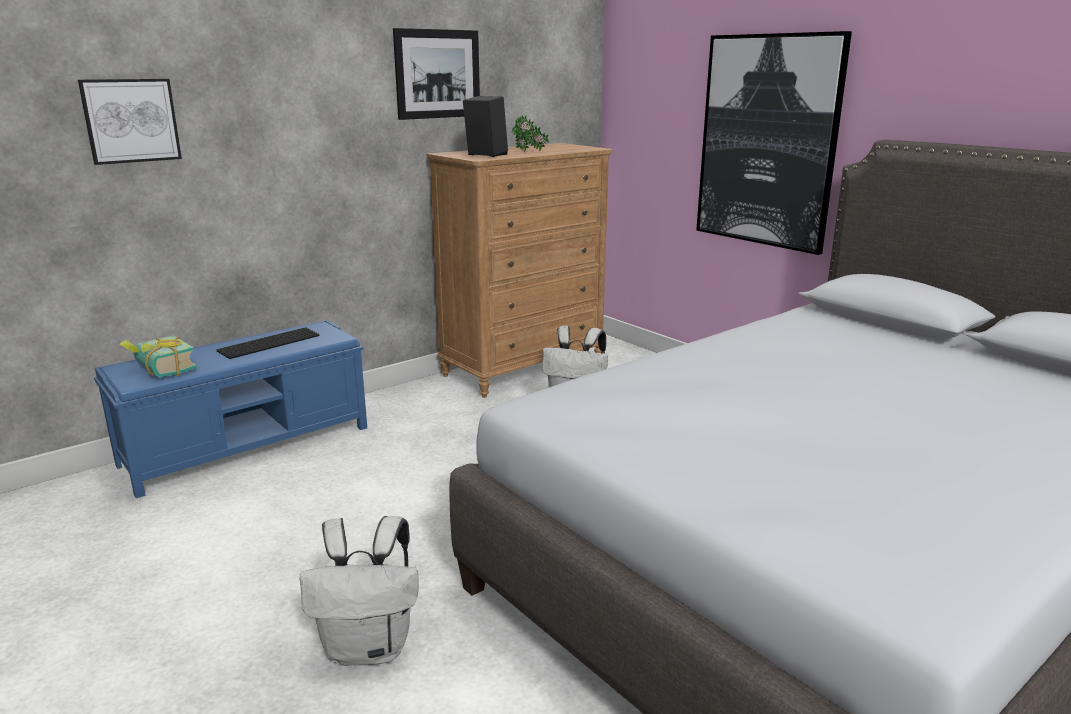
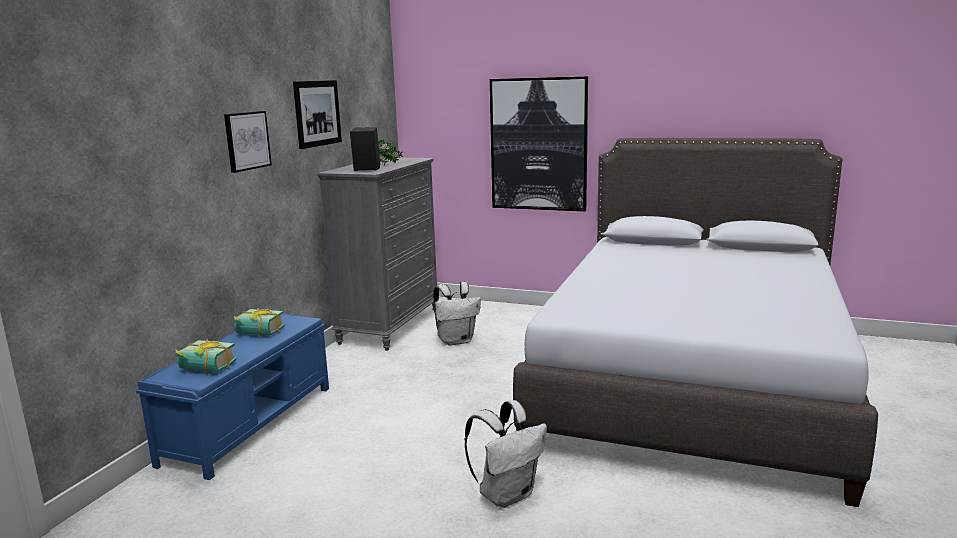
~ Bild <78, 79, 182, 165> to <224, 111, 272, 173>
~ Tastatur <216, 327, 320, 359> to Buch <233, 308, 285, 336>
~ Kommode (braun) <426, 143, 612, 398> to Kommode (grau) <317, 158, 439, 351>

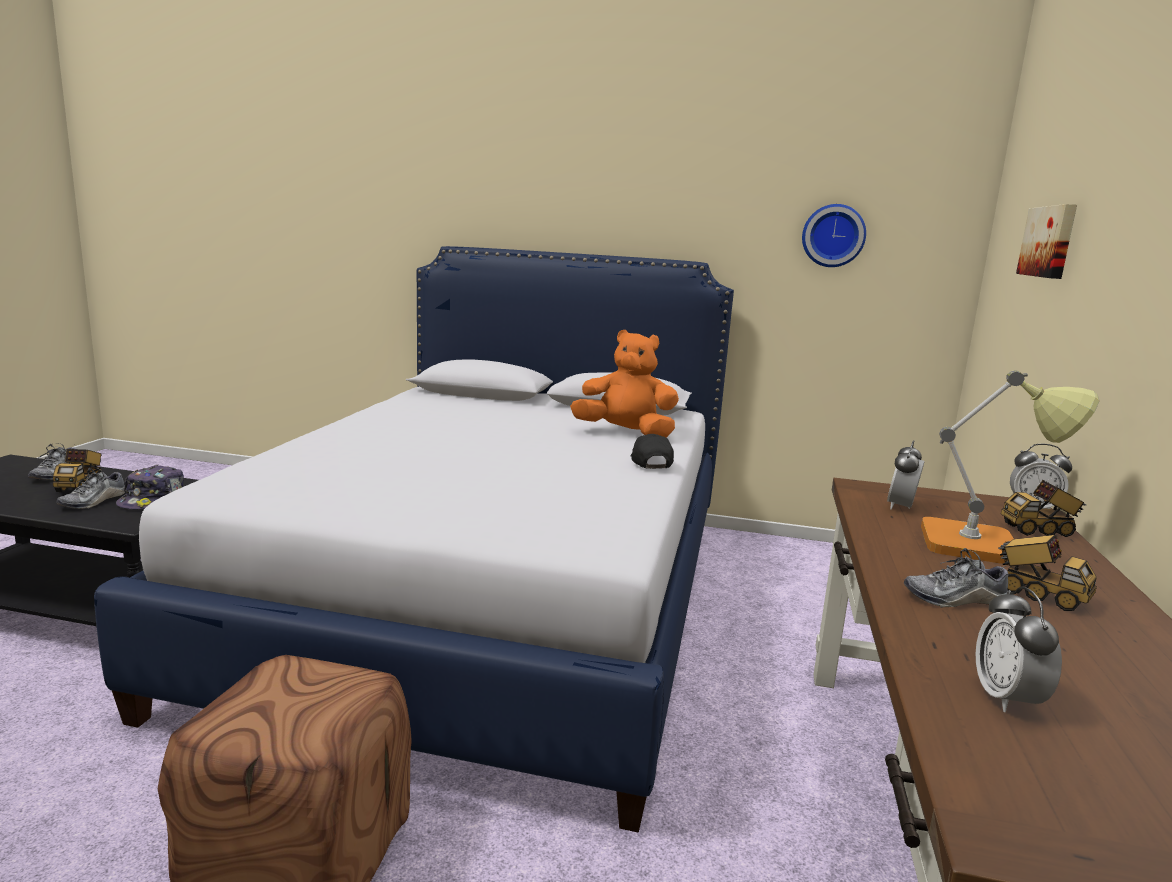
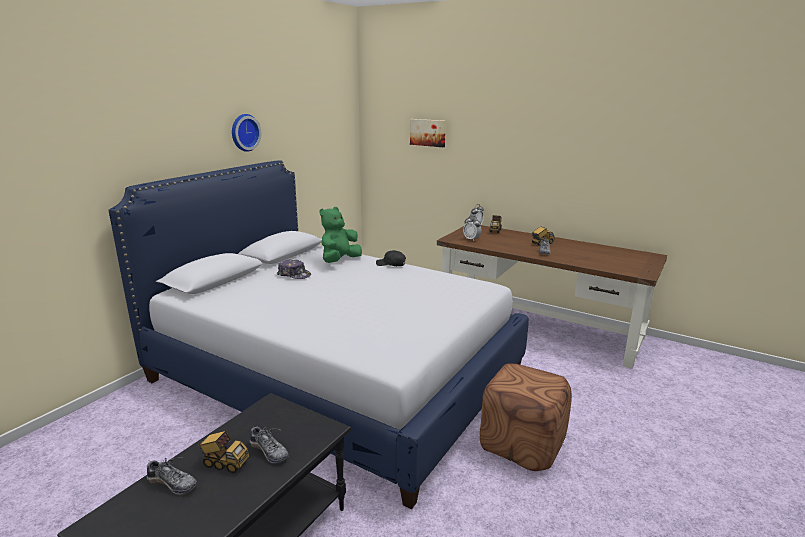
- Tischlampe <921, 370, 1100, 564>
- Wecker <976, 586, 1062, 712>
~ Kappe <116, 465, 184, 509> to <277, 259, 311, 279>
~ Wanduhr <802, 204, 866, 267> to <232, 114, 261, 152>
~ Plüschtier (orange) <570, 330, 679, 437> to Plüschtier (grün) <320, 207, 362, 263>

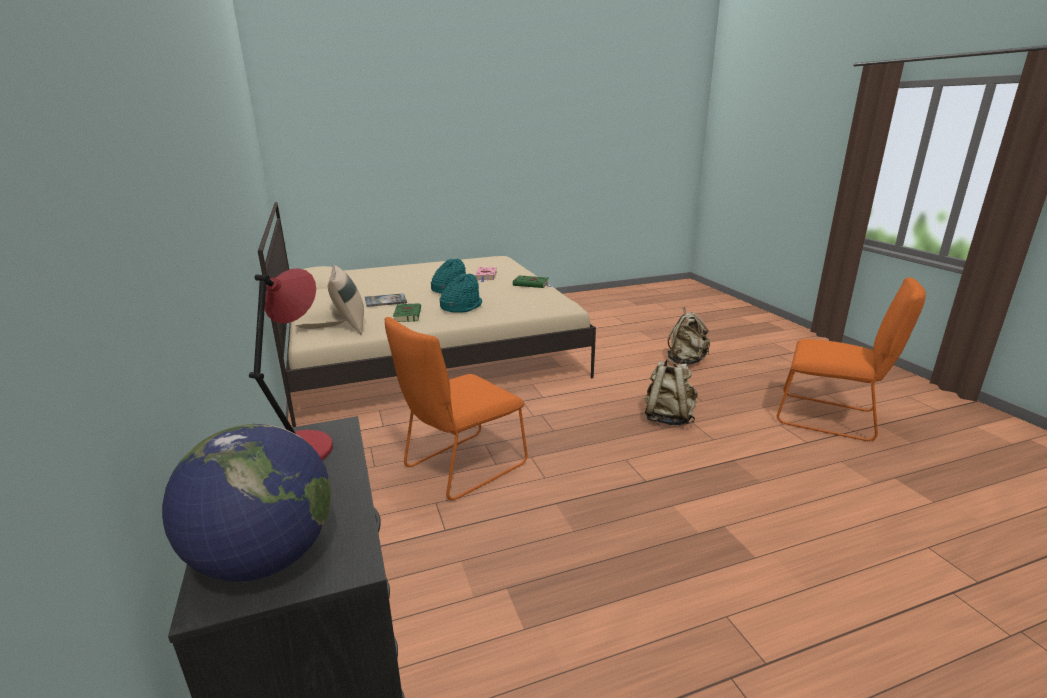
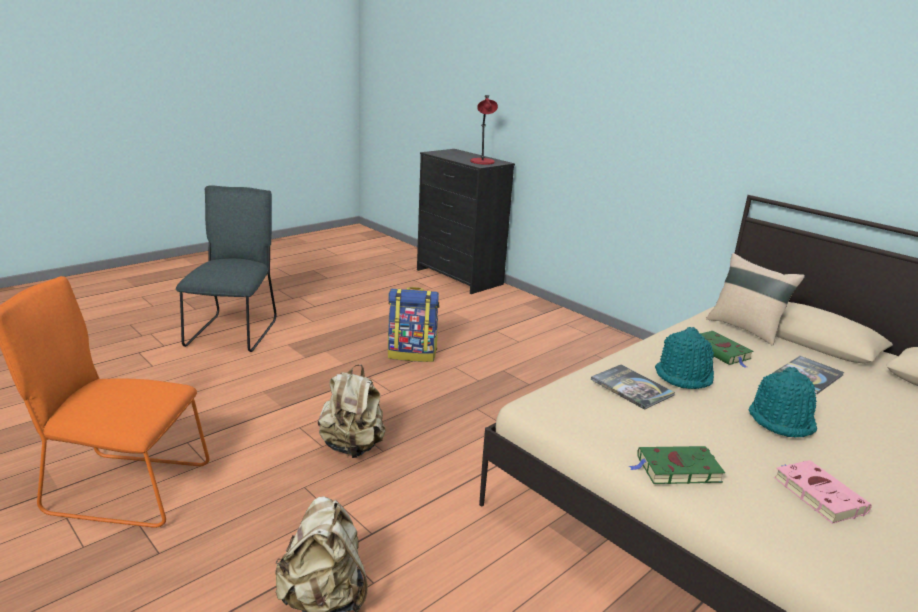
- Globus <162, 424, 331, 581>
- Stuhl (orange) <385, 317, 528, 501>
+ Stuhl (grau) <176, 185, 276, 352>
+ Rucksack <388, 287, 439, 362>
+ Buch <591, 365, 675, 410>

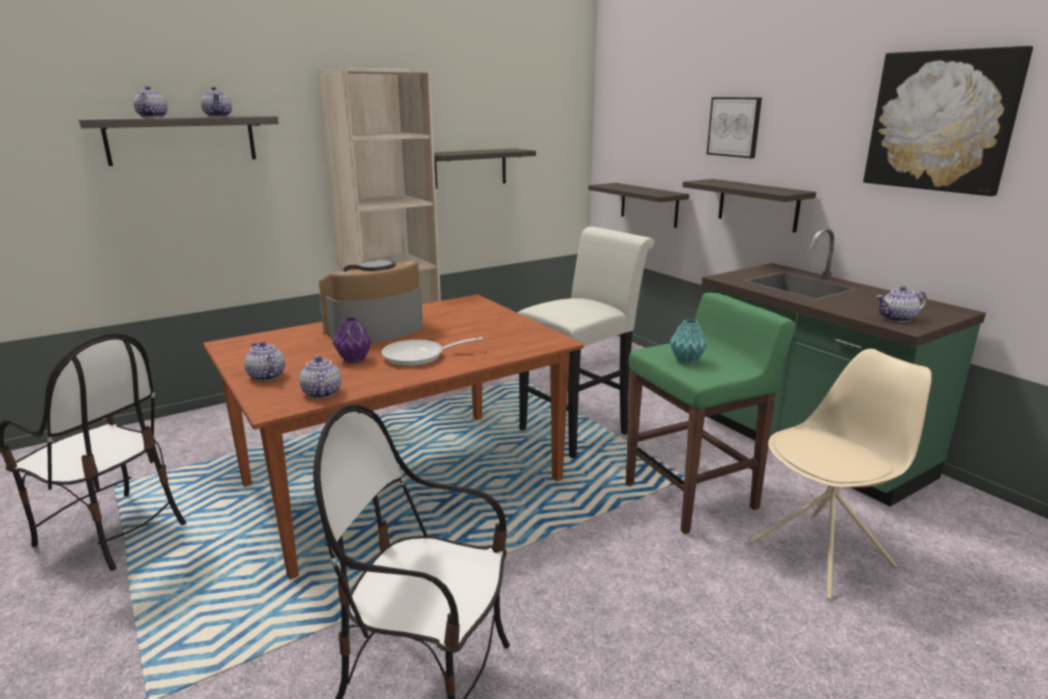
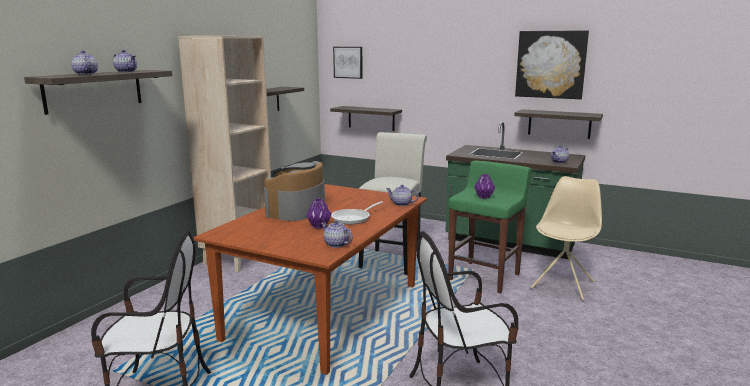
~ Teekanne <244, 342, 285, 381> to <386, 185, 419, 206>
~ Wandregal <682, 179, 816, 233> to <514, 109, 603, 139>
~ Bild <707, 97, 762, 158> to <333, 47, 363, 79>
~ Vase (türkis) <669, 319, 708, 364> to Vase (lila) <474, 174, 495, 199>

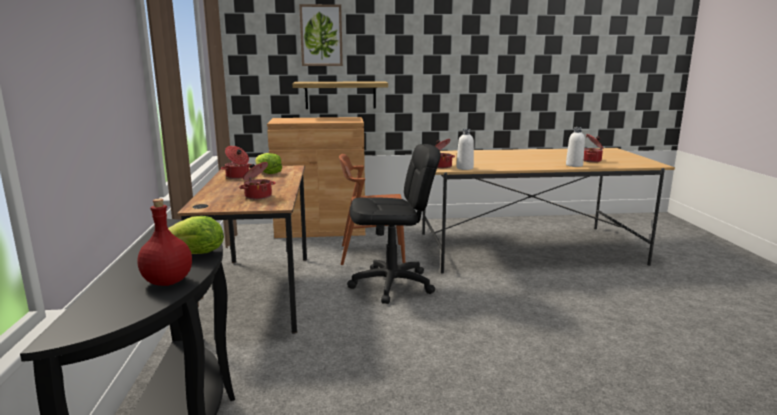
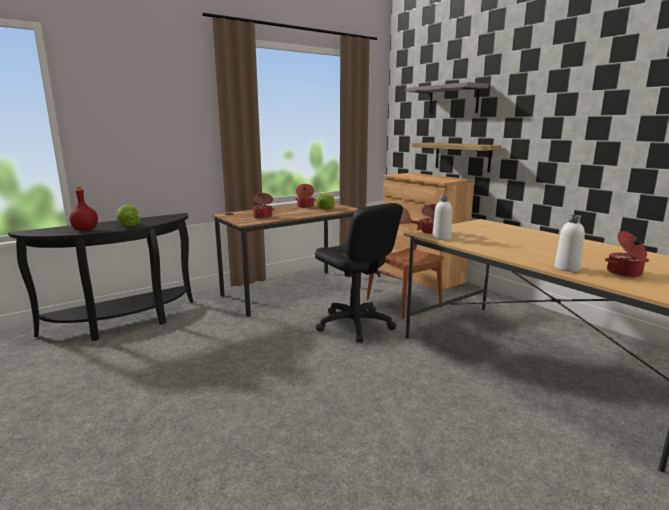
~ Bild <299, 4, 343, 66> to Wandregal (grau) <405, 82, 489, 114>

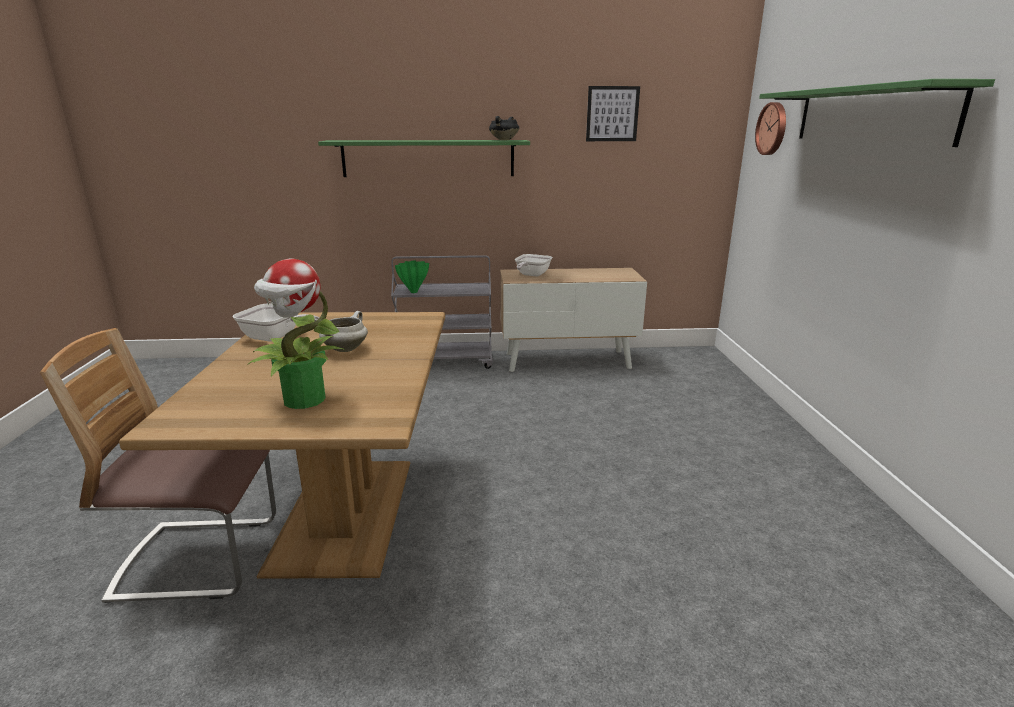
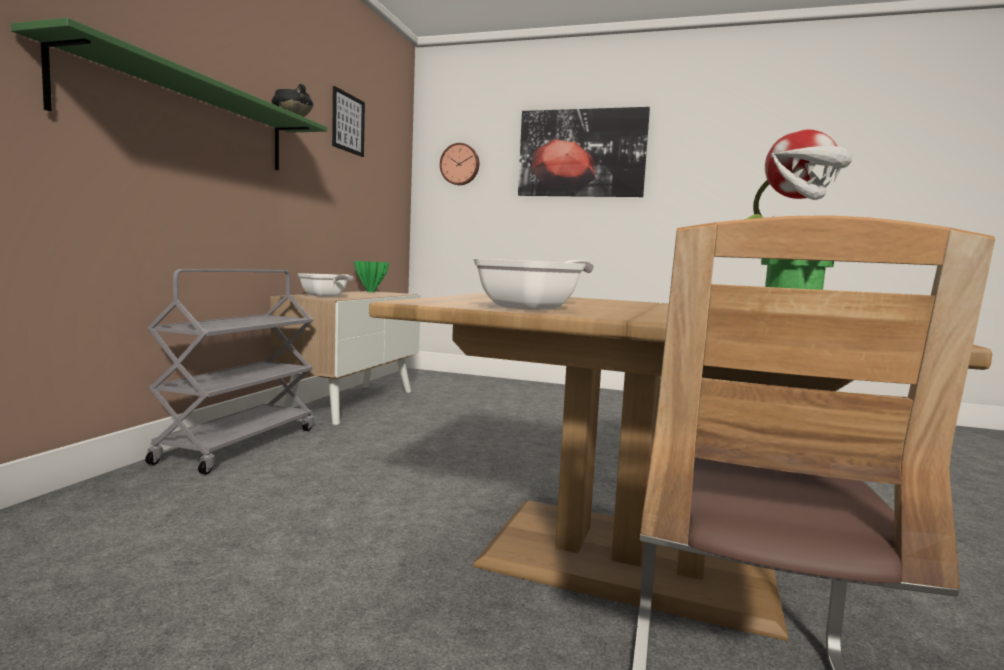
- Kochtopf (weiß) <319, 311, 368, 352>
~ Vase (grün) <395, 260, 429, 293> to <354, 261, 389, 292>
~ Wandregal (grün) <759, 79, 995, 147> to Bild <518, 107, 650, 197>

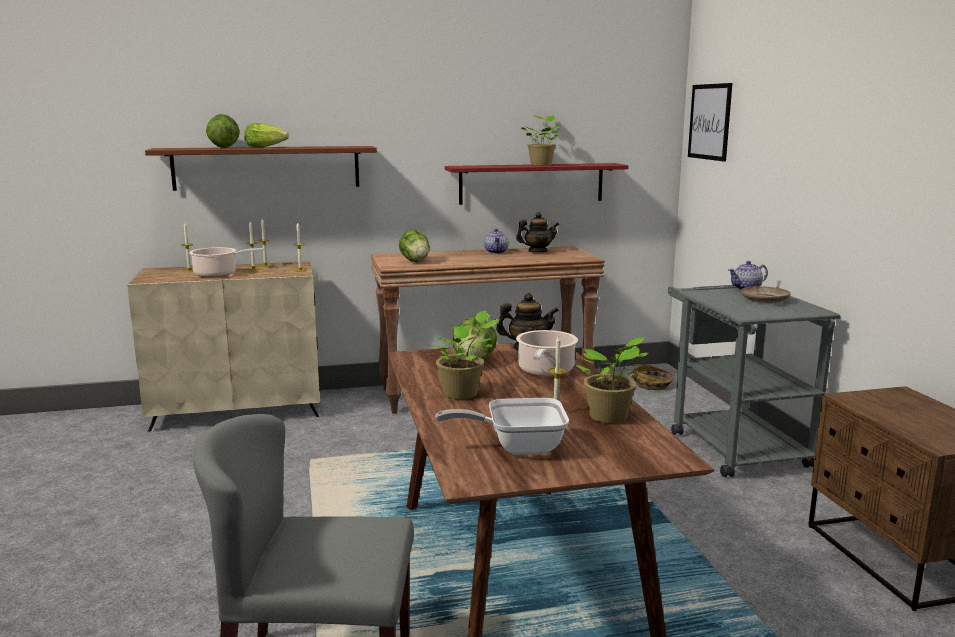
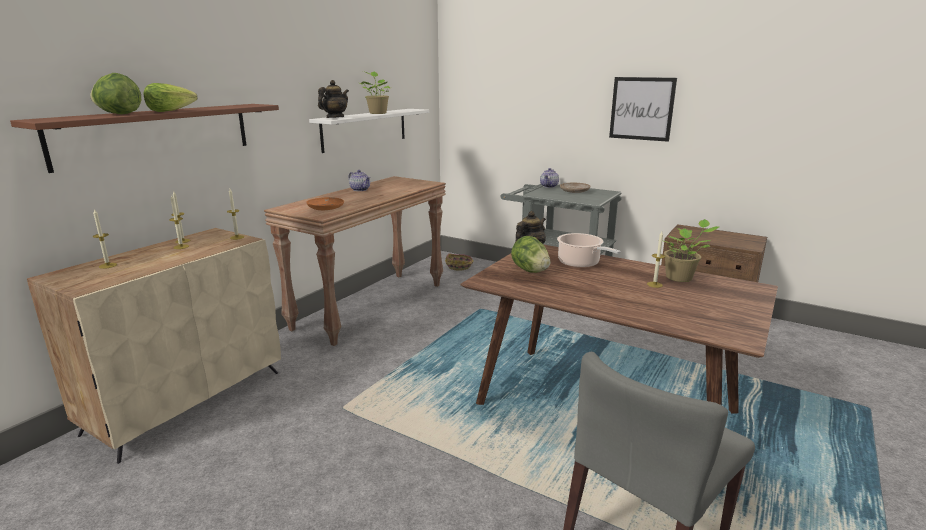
- Kochtopf <189, 247, 264, 278>
- Topfpflanze <429, 311, 501, 399>
- Pfanne <435, 398, 569, 454>
~ Teekanne <516, 212, 560, 253> to <318, 80, 349, 118>
~ Bild <688, 83, 732, 162> to <609, 77, 677, 142>
~ Salatkopf <399, 230, 430, 262> to Teller (orange) <306, 197, 344, 210>
~ Wandregal (rot) <445, 163, 629, 205> to Wandregal (weiß) <309, 109, 429, 153>

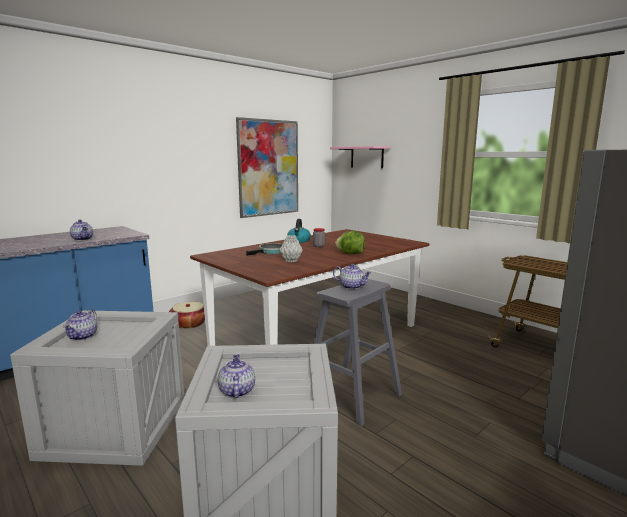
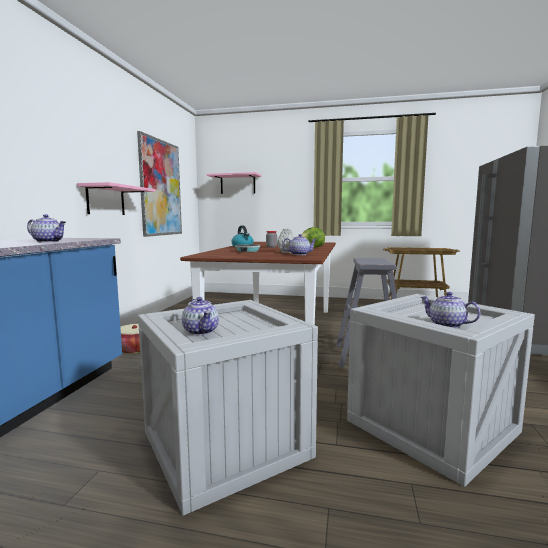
+ Wandregal (rosa) <77, 182, 155, 215>
~ Teekanne <333, 264, 372, 290> to <283, 234, 317, 255>

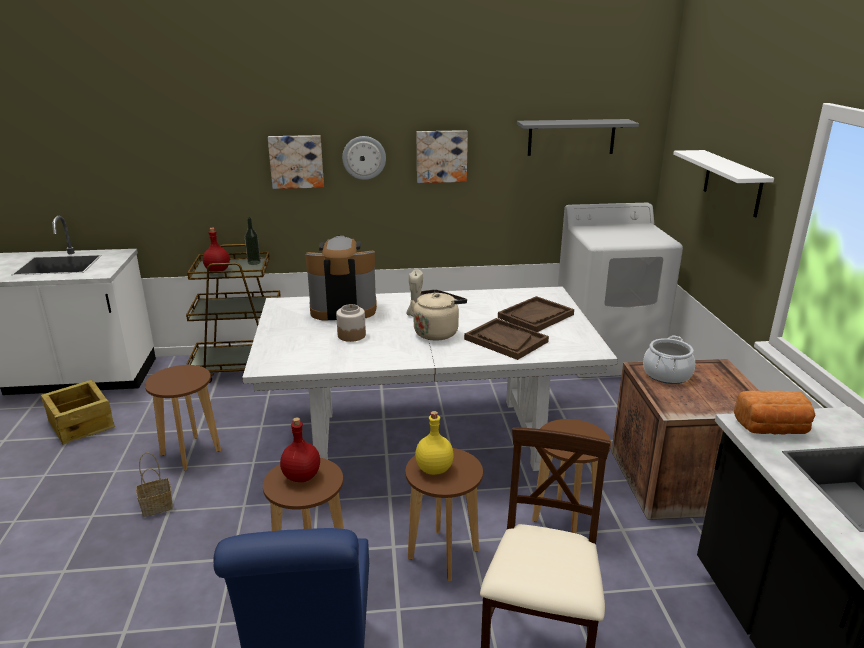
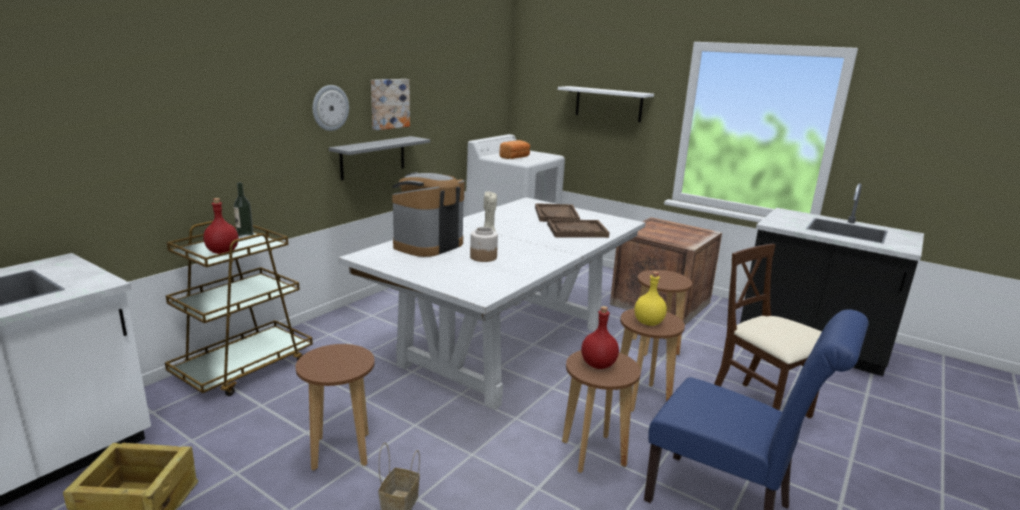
- Bild <268, 135, 324, 189>
- Wasserkessel (beige) <411, 289, 467, 340>
- Kochtopf <643, 336, 695, 384>
~ Wandregal (grau) <517, 119, 639, 156> to <329, 136, 430, 180>
~ Brot <734, 391, 815, 435> to <499, 140, 530, 159>

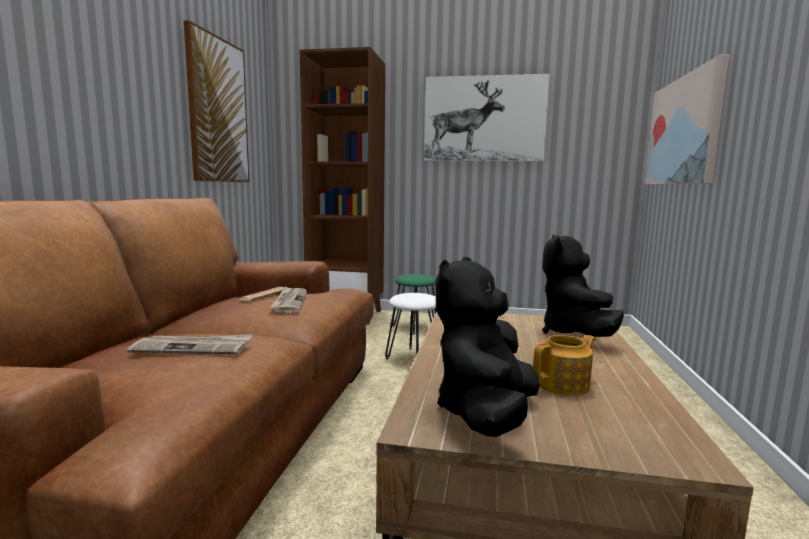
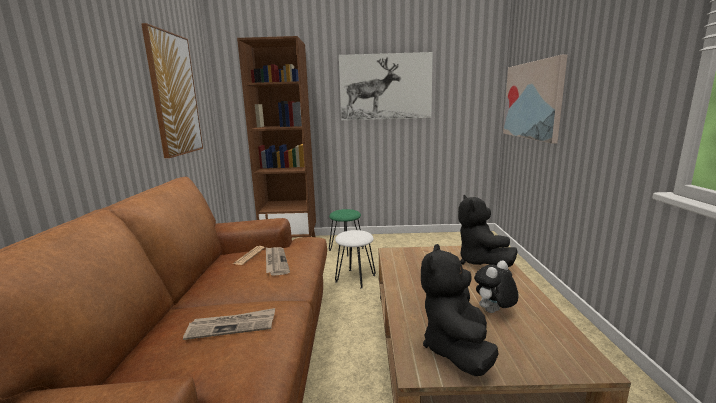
~ Teekanne <533, 335, 596, 396> to Plüschtier <474, 261, 519, 313>

